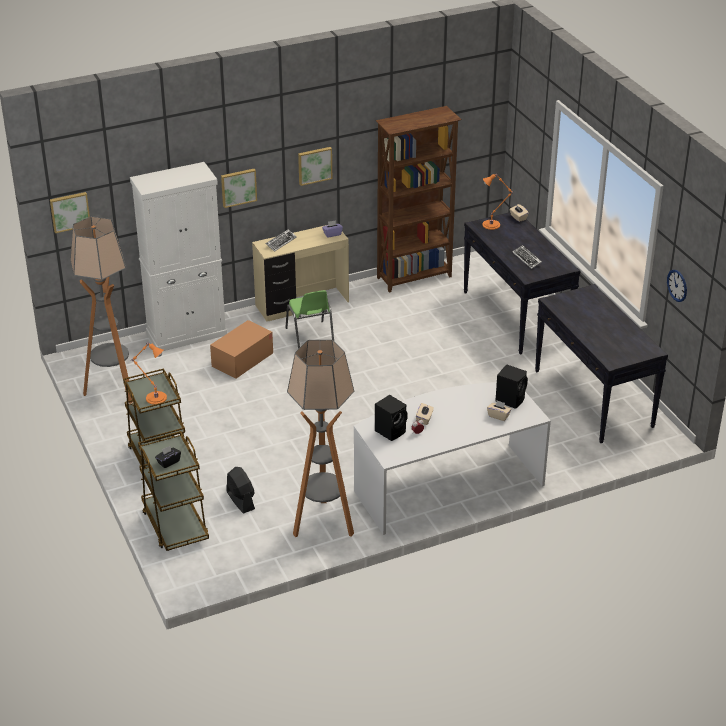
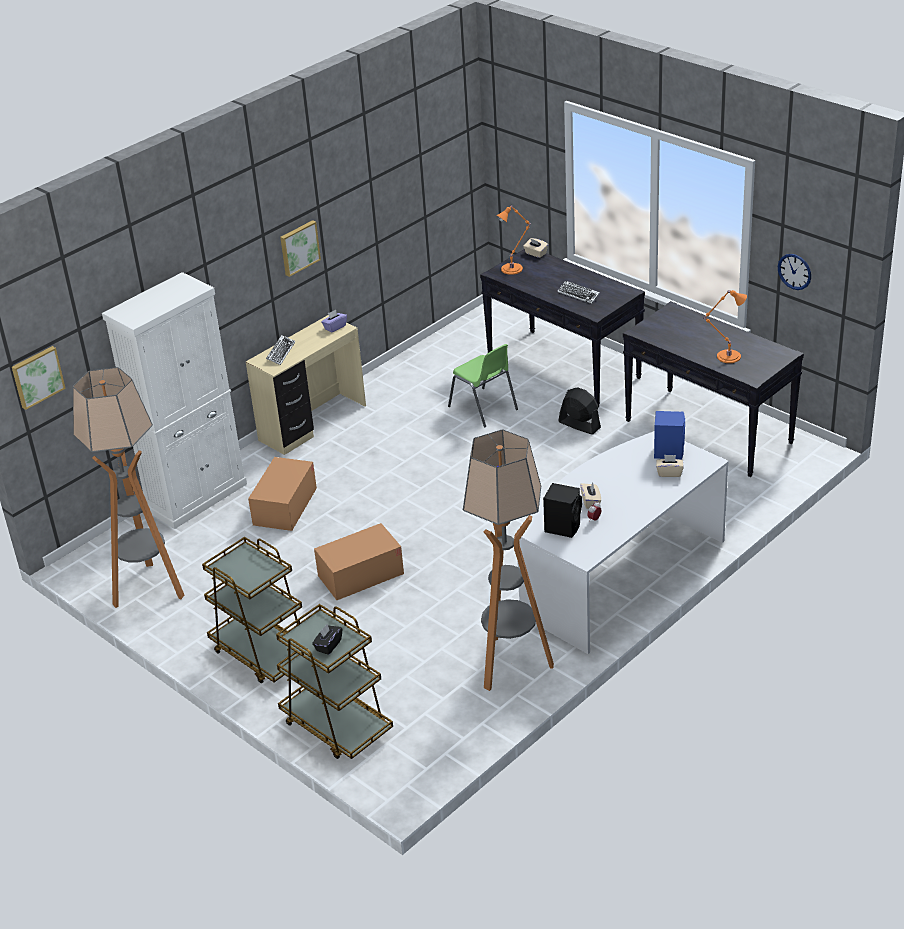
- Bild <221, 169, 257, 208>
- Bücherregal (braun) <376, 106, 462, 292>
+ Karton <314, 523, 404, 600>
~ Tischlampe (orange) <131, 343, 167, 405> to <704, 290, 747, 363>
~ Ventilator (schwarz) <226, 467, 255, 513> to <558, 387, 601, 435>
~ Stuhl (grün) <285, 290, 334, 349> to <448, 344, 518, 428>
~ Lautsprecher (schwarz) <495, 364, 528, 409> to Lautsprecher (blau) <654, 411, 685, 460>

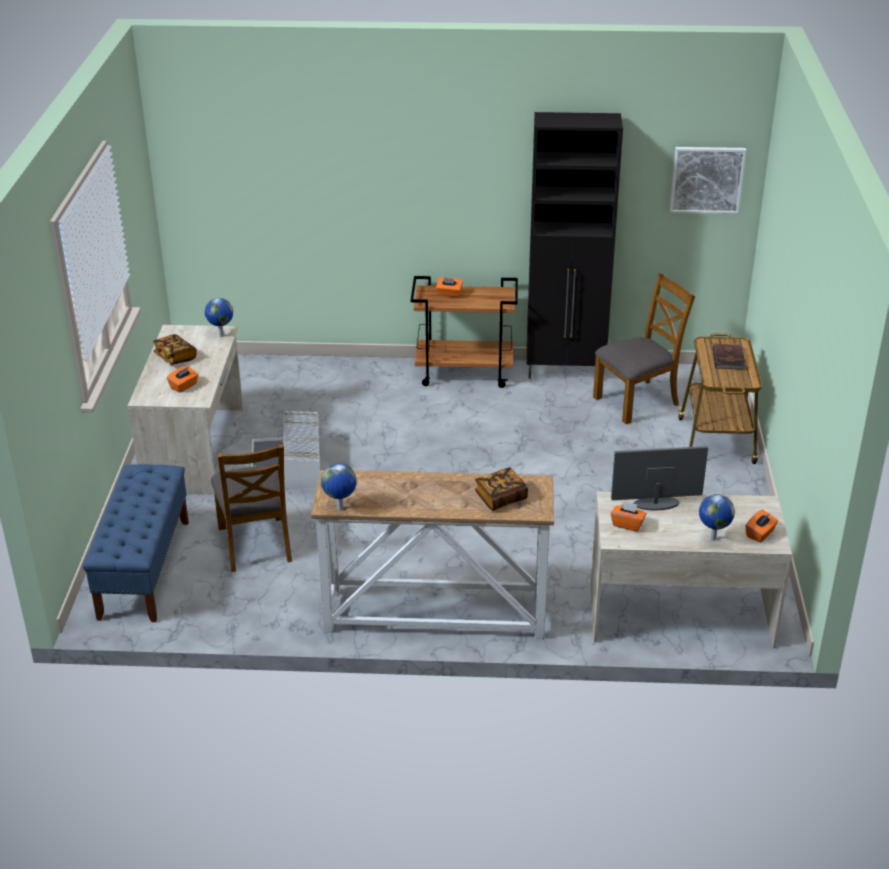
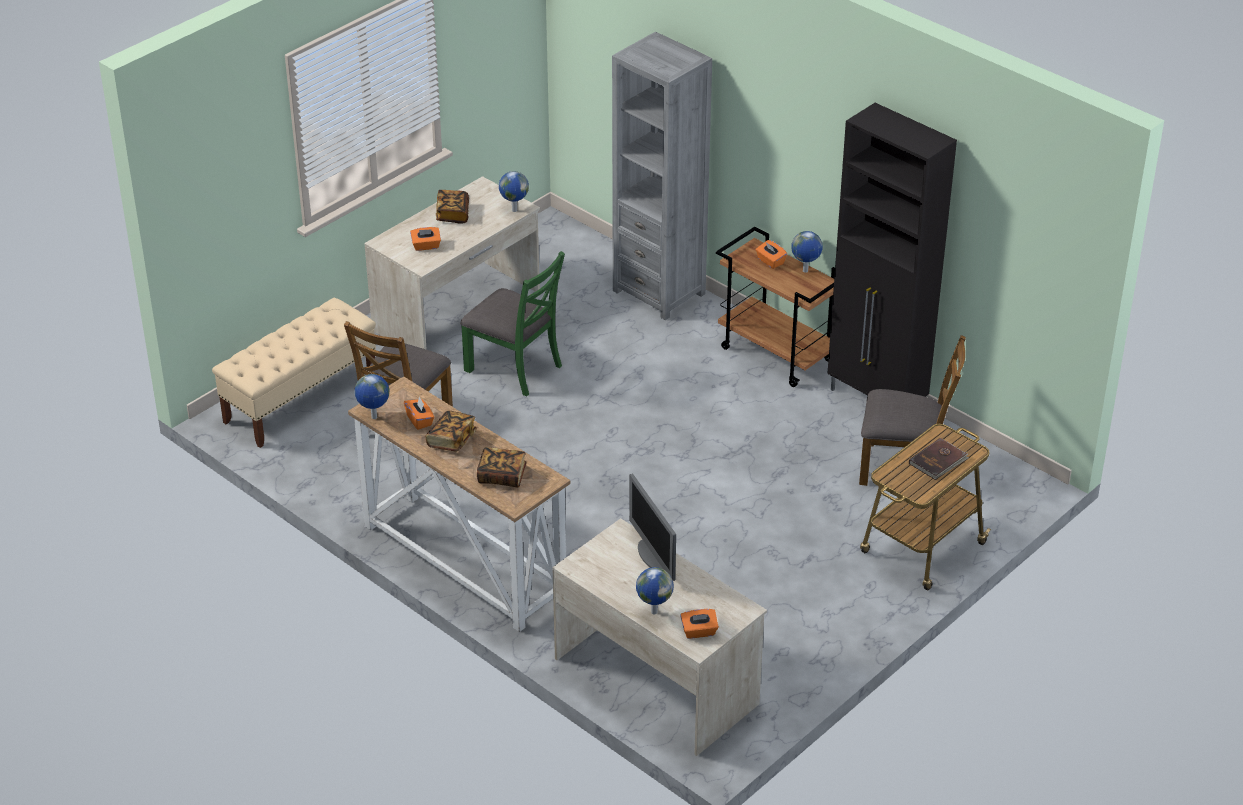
- Bild <670, 147, 746, 214>
+ Buch <426, 410, 477, 452>
+ Bücherregal (grau) <612, 32, 712, 320>
+ Globus <791, 231, 823, 273>
~ Taschentuchbox (orange) <611, 501, 646, 532> to <404, 396, 434, 430>
~ Aufbewahrungsbox (weiß) <251, 411, 320, 490> to Stuhl (grün) <460, 251, 565, 397>
~ Bank (blau) <83, 464, 189, 622> to Bank (beige) <212, 298, 376, 448>
~ Monitor <611, 446, 708, 510> = <629, 474, 676, 581> 150 degrees counterclockwise

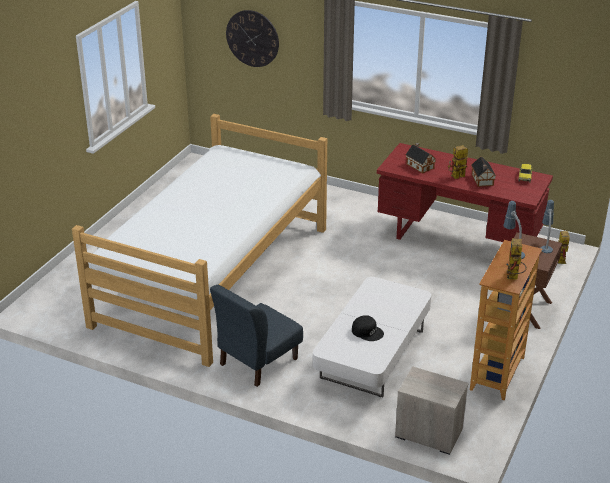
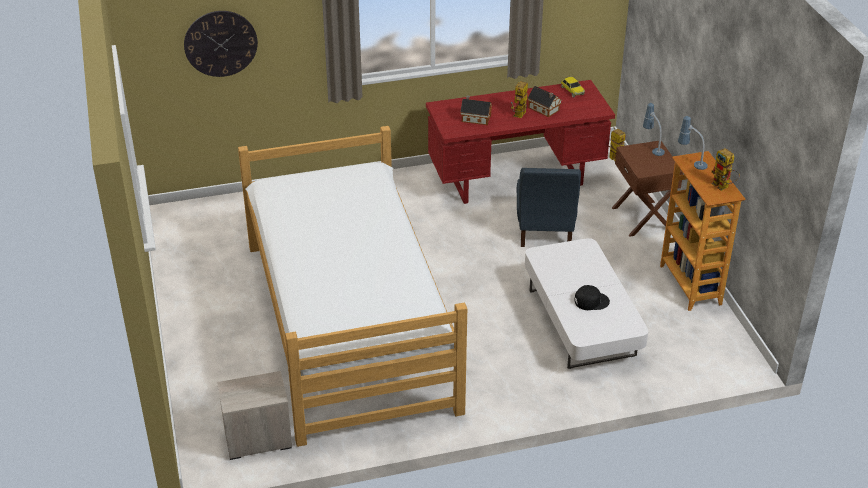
~ Stuhl (blau) <210, 285, 303, 387> to <516, 168, 581, 247>
~ Nachttisch <395, 366, 469, 455> to <217, 371, 292, 460>

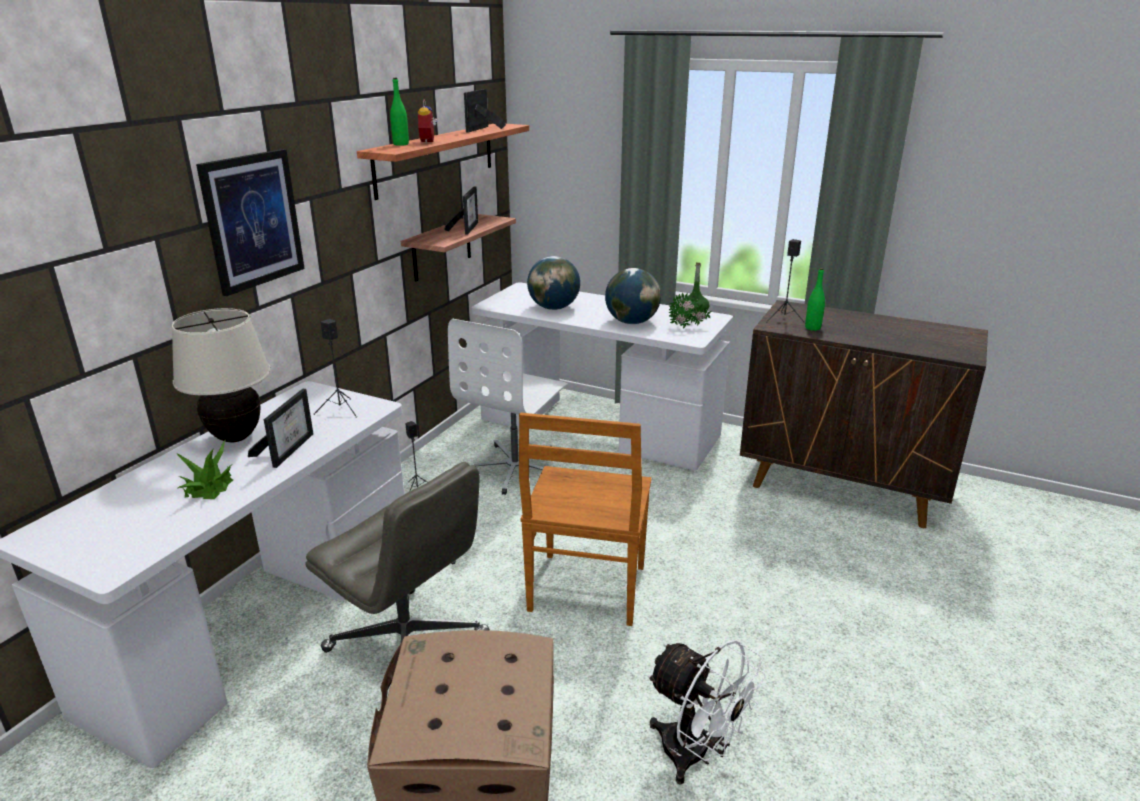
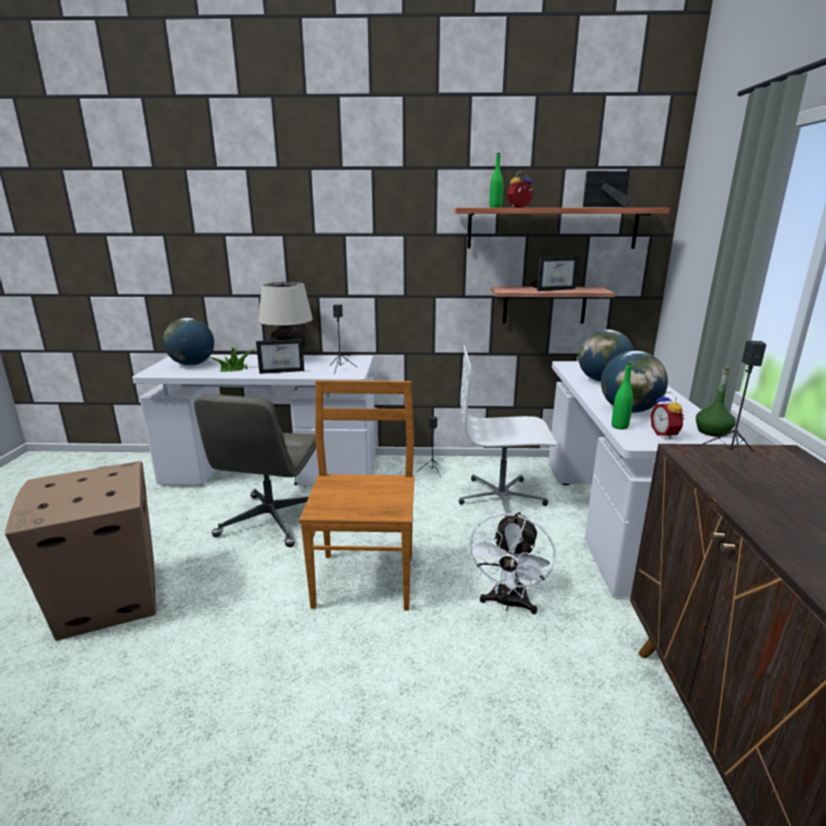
- Bild <196, 149, 305, 296>
+ Globus <163, 318, 214, 366>
~ Ventilator (weiß) <647, 640, 766, 785> to <466, 512, 556, 614>
~ Flasche (grün) <805, 268, 825, 331> to <612, 363, 633, 429>
~ Topfpflanze <669, 292, 711, 329> to Wecker <651, 392, 685, 440>
~ Stuhl (braun) <519, 413, 652, 626> = <299, 380, 415, 611> 105 degrees clockwise

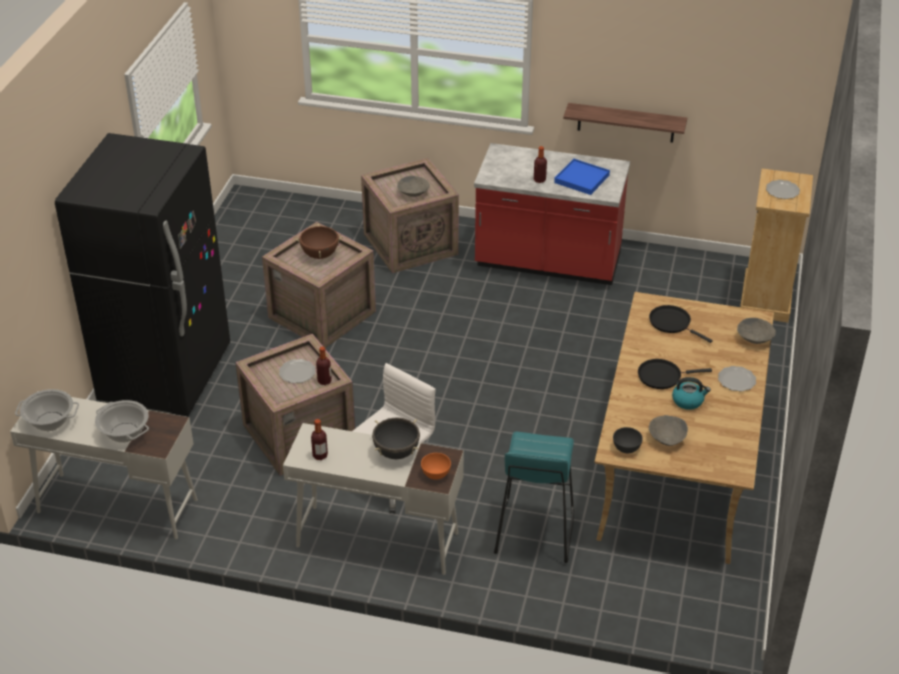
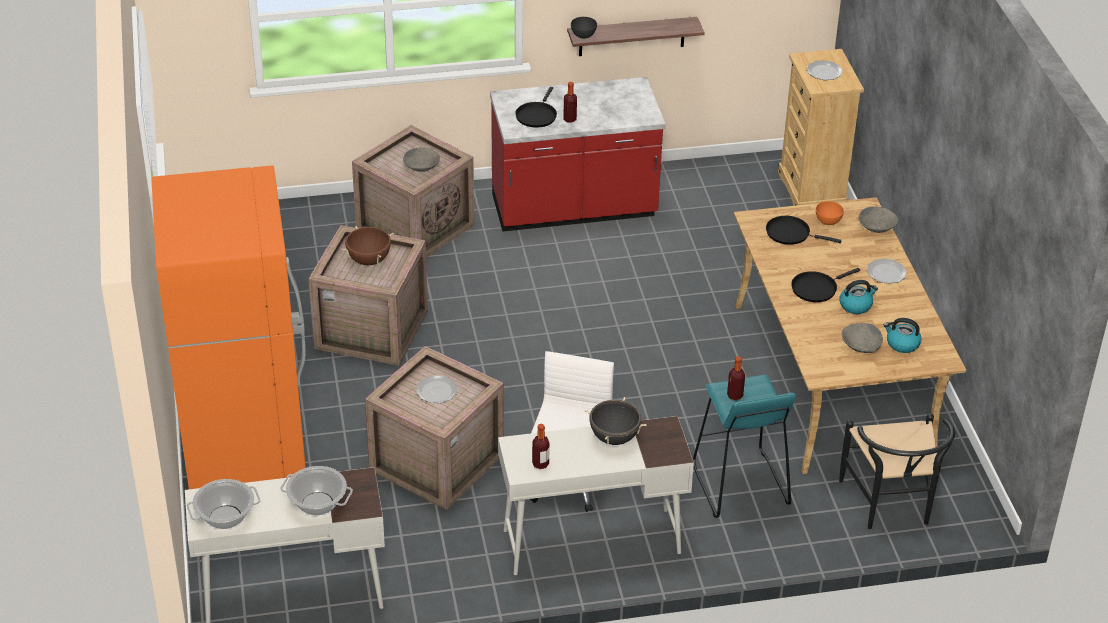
- Tablett (blau) <554, 159, 610, 195>
+ Pfanne (schwarz) <515, 87, 557, 128>
+ Stuhl (schwarz) <839, 413, 955, 530>
+ Wasserkessel <884, 318, 922, 353>
~ Flasche <316, 347, 332, 385> to <727, 356, 745, 400>
~ Schüssel (orange) <421, 453, 451, 480> to <816, 201, 844, 225>
~ Schüssel (grau) <613, 427, 643, 453> to <571, 17, 597, 39>
~ Kühlschrank (schwarz) <55, 133, 230, 416> to Kühlschrank (orange) <151, 165, 306, 489>

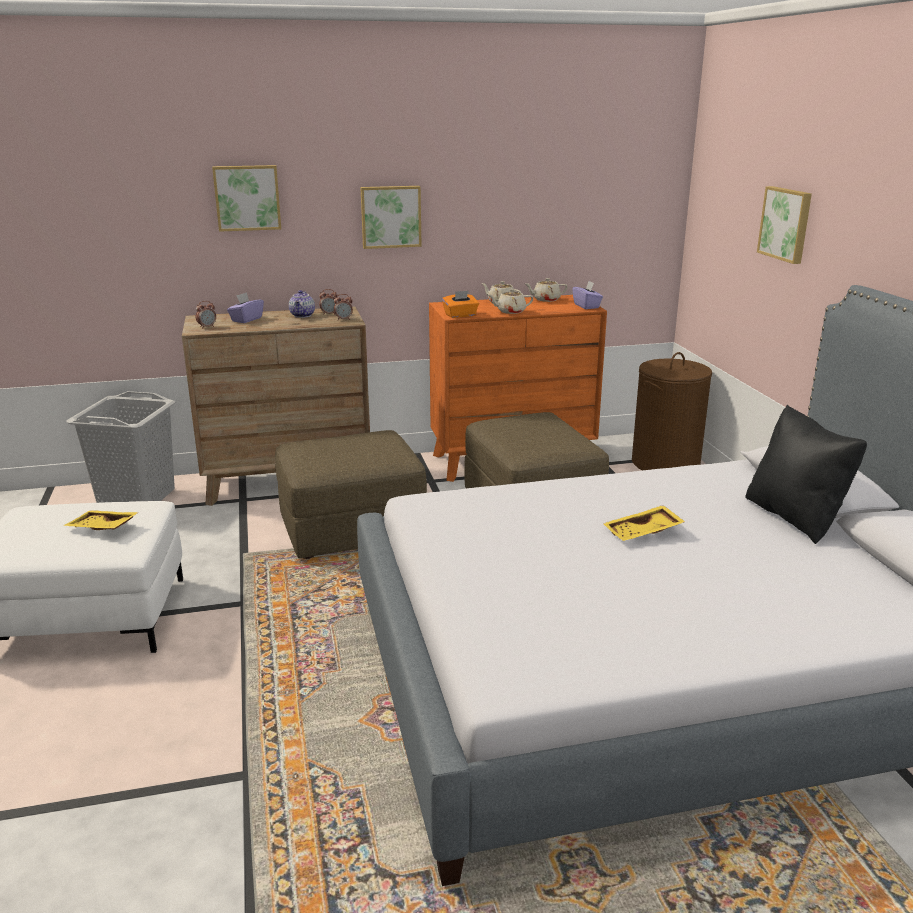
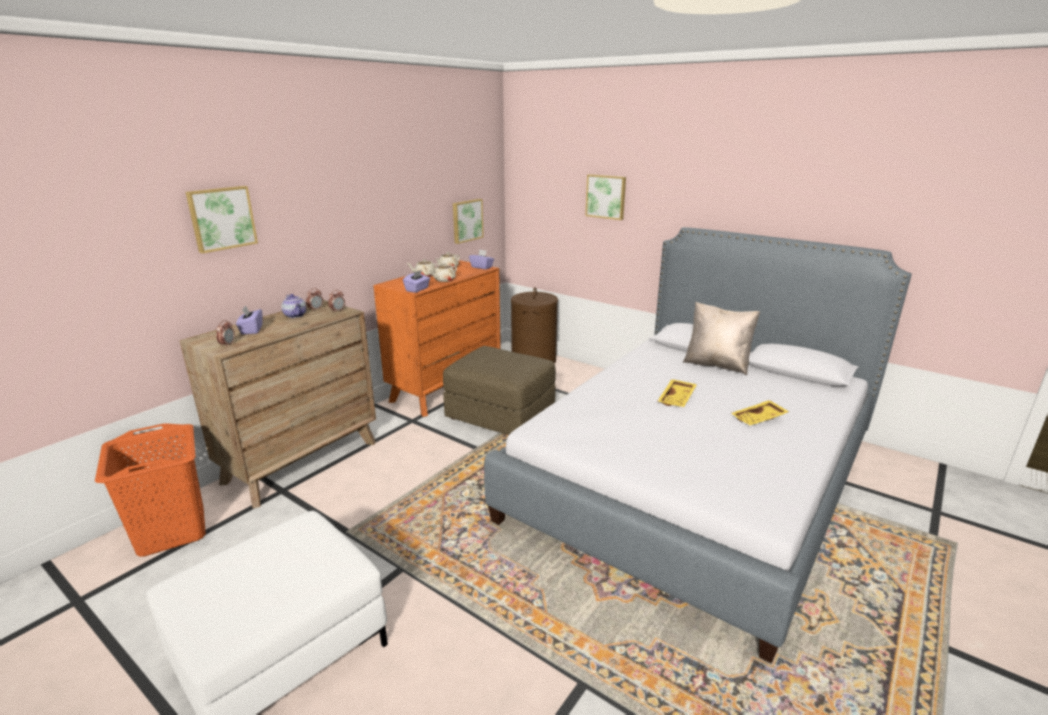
- Polsterhocker (braun) <275, 430, 427, 559>
~ Tablett (gelb) <63, 510, 139, 530> to <731, 400, 789, 425>
~ Bild <360, 186, 422, 249> to <453, 199, 484, 244>
~ Wäschekorb (grau) <66, 391, 176, 503> to Wäschekorb (orange) <95, 423, 206, 557>
~ Taschentuchbox (orange) <442, 291, 479, 318> to Taschentuchbox (lila) <403, 270, 430, 293>
~ Kissen (schwarz) <745, 405, 867, 544> to Kissen (beige) <683, 302, 760, 375>

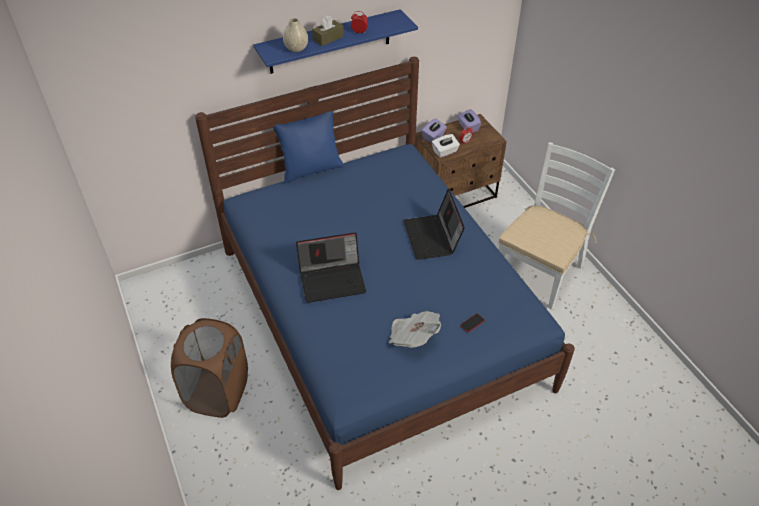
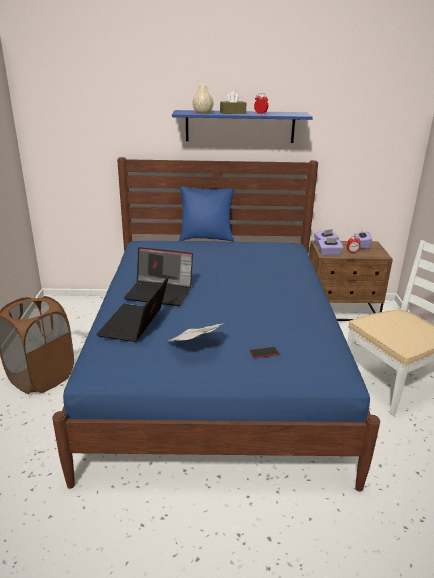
~ Laptop <404, 189, 465, 260> to <96, 276, 169, 342>
~ Taschentuchbox (weiß) <432, 134, 460, 158> to Taschentuchbox (lila) <318, 238, 343, 256>

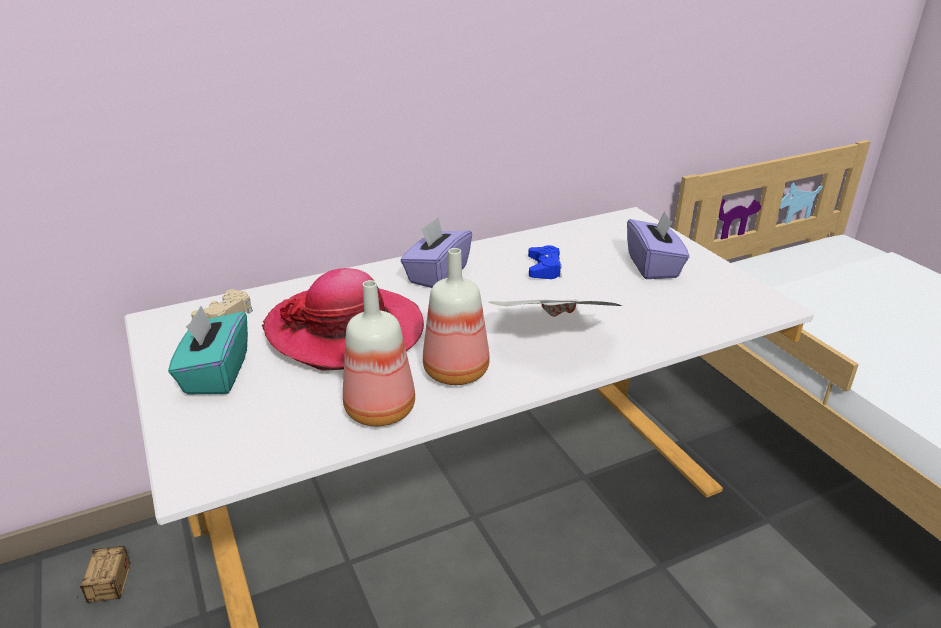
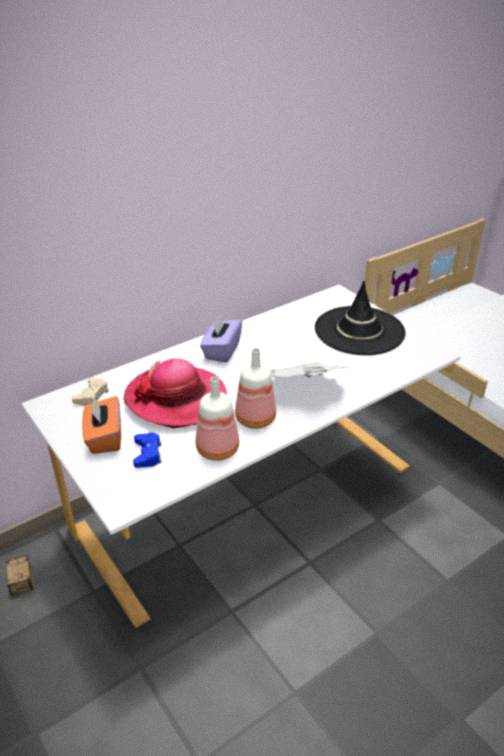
~ Gamepad (blau) <528, 245, 561, 279> to <133, 432, 161, 468>
~ Taschentuchbox (lila) <627, 210, 689, 279> to Hut (schwarz) <315, 281, 406, 355>
~ Taschentuchbox (türkis) <168, 306, 248, 394> to Taschentuchbox (orange) <82, 396, 121, 454>

